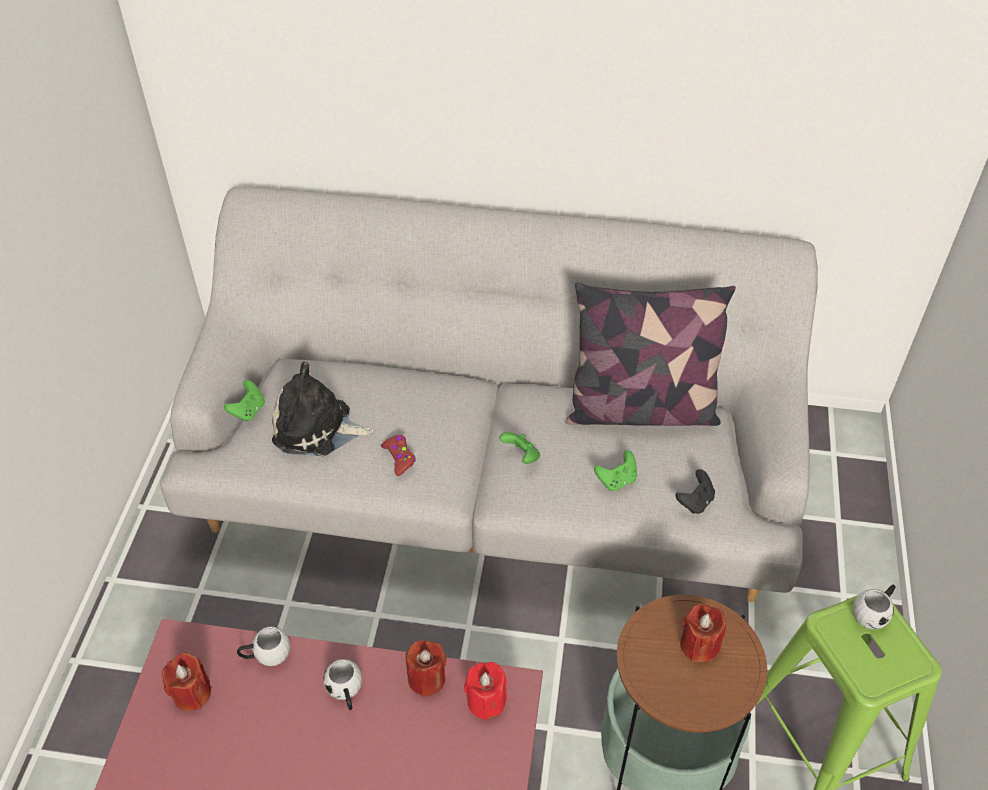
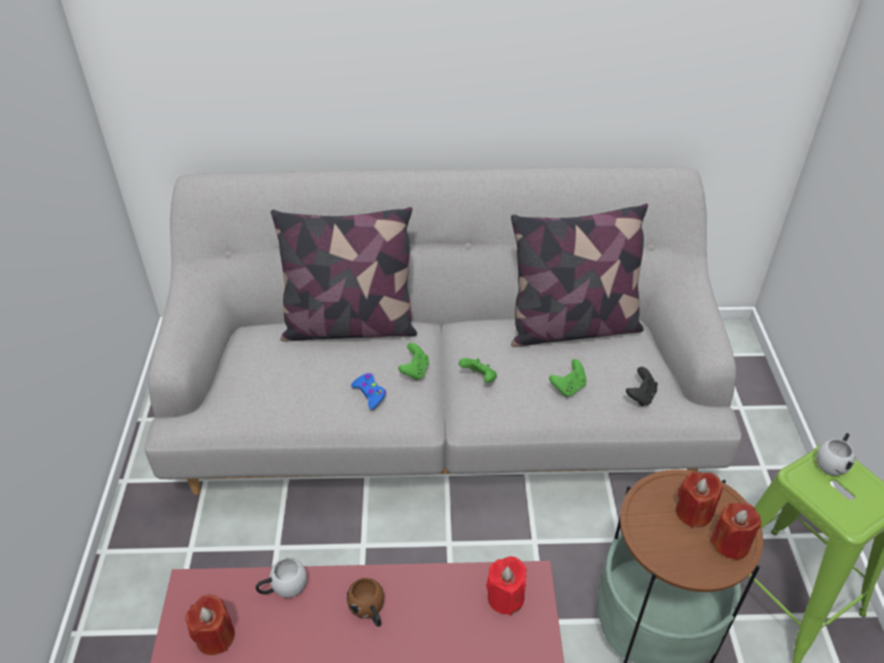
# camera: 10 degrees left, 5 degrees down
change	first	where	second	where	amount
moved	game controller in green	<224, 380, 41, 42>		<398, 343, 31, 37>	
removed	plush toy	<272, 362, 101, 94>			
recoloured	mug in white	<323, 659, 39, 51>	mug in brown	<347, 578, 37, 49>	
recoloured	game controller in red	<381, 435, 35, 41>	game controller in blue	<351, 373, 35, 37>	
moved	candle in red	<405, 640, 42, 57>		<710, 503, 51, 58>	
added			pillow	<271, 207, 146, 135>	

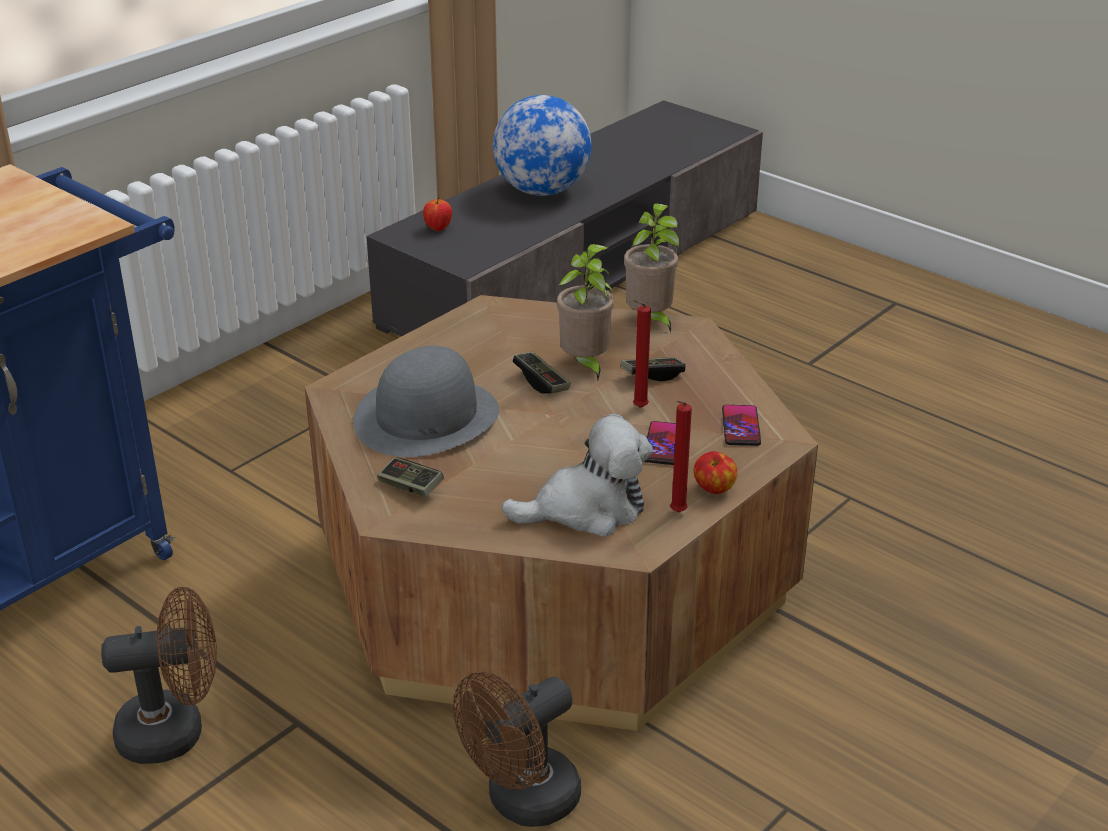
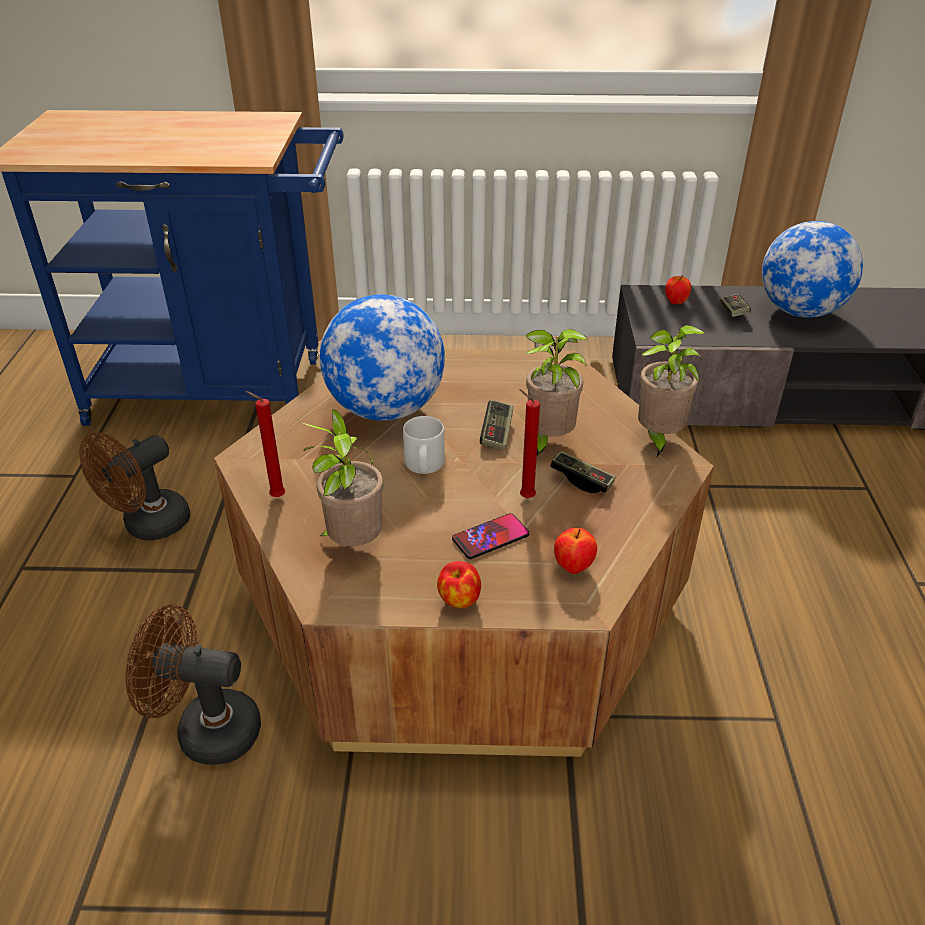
# camera: 50 degrees right, 5 degrees up
change	first	where	second	where	amount
turned	fan in brown	<101, 587, 116, 177>		<79, 432, 111, 109>	90 degrees clockwise
replaced	hat in grey	<354, 346, 145, 111>	globe	<320, 294, 125, 127>	
moved	game controller	<377, 457, 67, 40>		<720, 294, 31, 23>	
replaced	plush toy	<502, 414, 151, 123>	potted plant	<301, 409, 82, 137>	
moved	candle in red	<670, 401, 22, 111>		<245, 391, 40, 106>	
replaced	phone	<722, 405, 39, 41>	apple	<554, 528, 43, 46>	
added			mug in grey	<403, 416, 42, 58>	

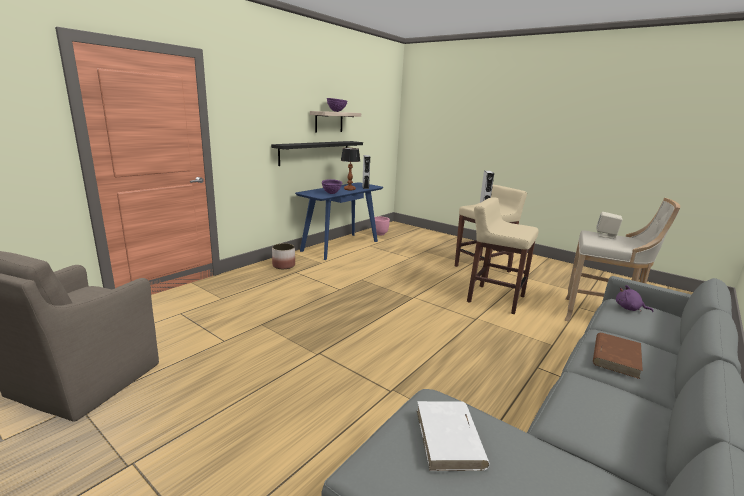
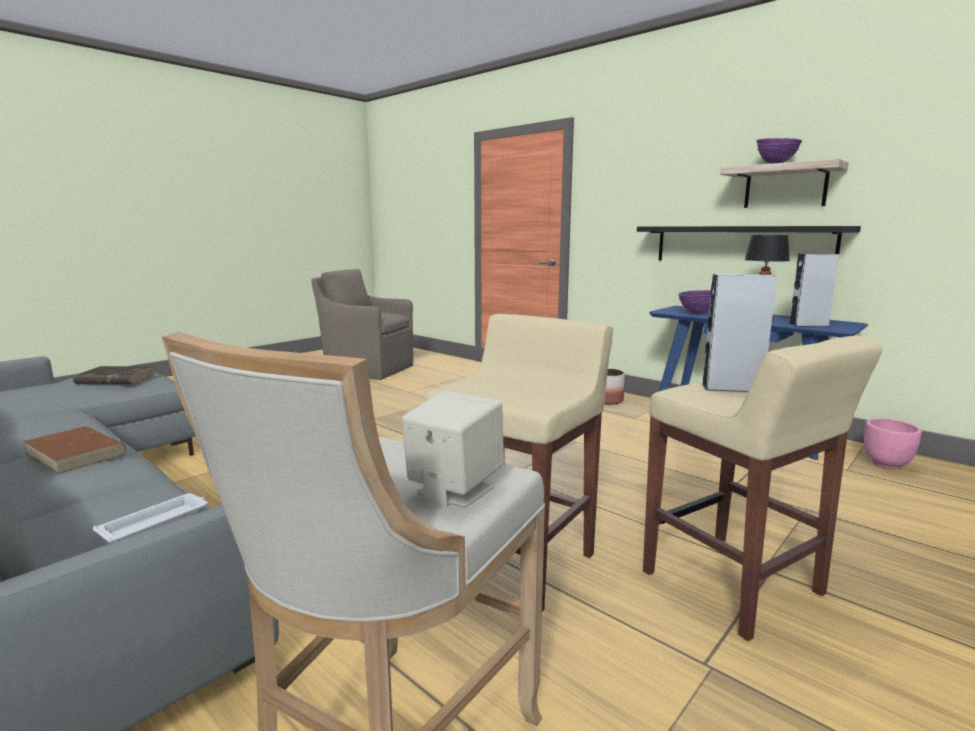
# camera: 95 degrees right, 5 degrees down
change	first	where	second	where	amount
recoloured	book in white	<417, 401, 73, 70>	book in brown	<73, 366, 80, 18>	
replaced	plush toy in purple	<616, 285, 38, 27>	tray in white	<93, 493, 115, 49>	

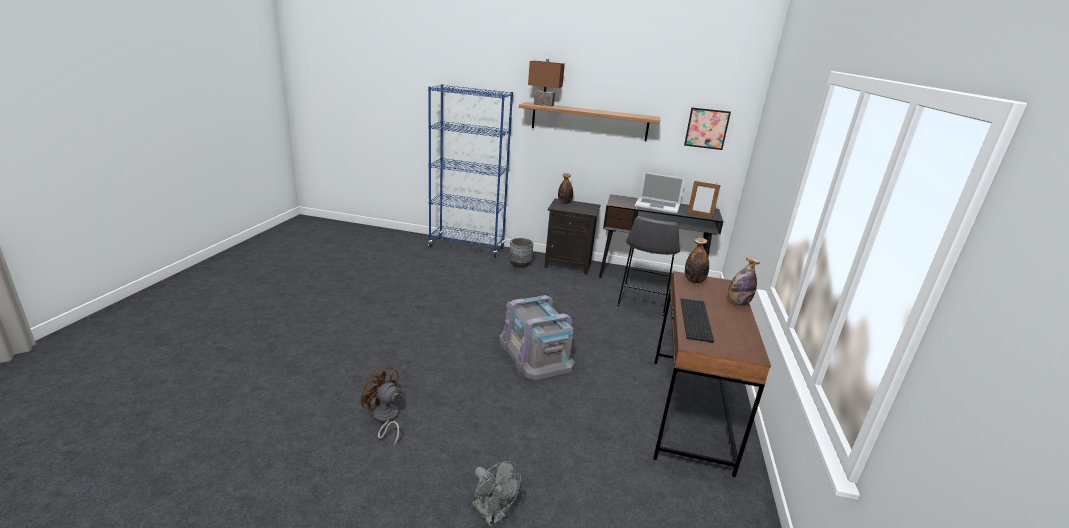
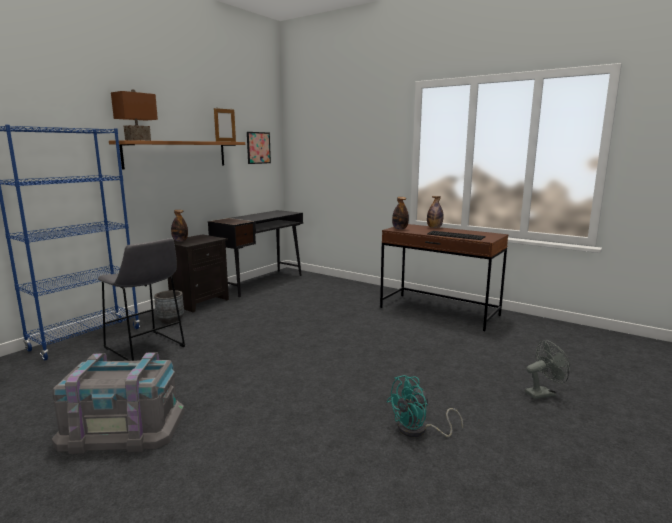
# camera: 65 degrees left, 10 degrees down
change	first	where	second	where	amount
recoloured	fan in brown	<361, 365, 39, 81>	fan in turquoise	<387, 375, 76, 62>	
moved	storage box in grey	<499, 295, 76, 85>		<52, 352, 133, 102>	
moved	stool in grey	<618, 217, 63, 99>		<98, 238, 87, 123>	
removed	laptop	<635, 172, 50, 41>			
moved	picture frame	<688, 181, 33, 37>		<214, 108, 22, 34>	

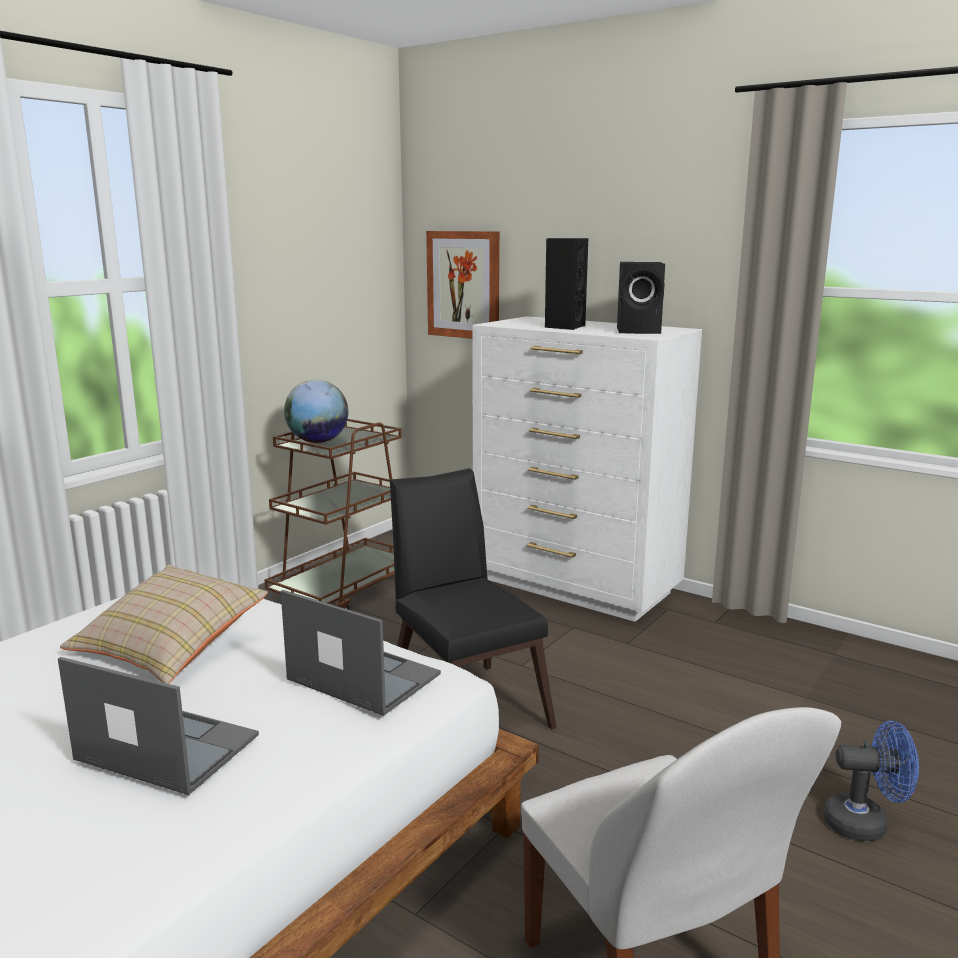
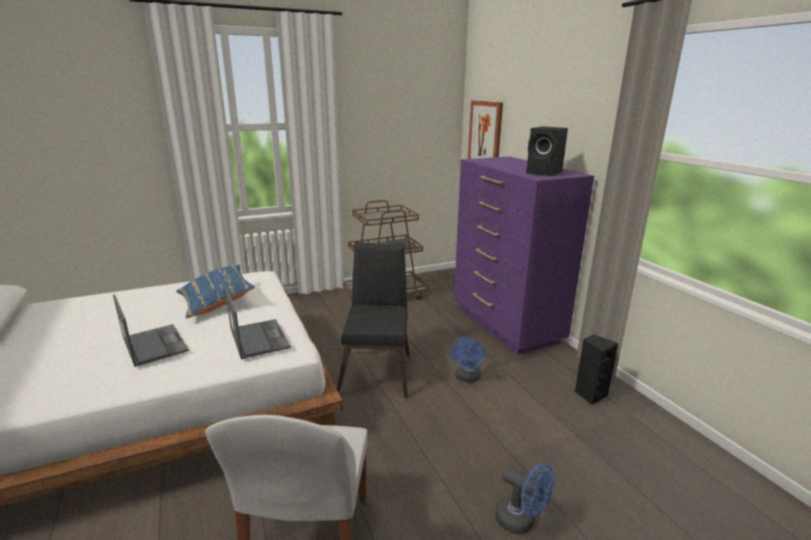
# camera: 30 degrees right, 5 degrees up
change	first	where	second	where	amount
recoloured	pillow in beige	<60, 564, 208, 120>	pillow in blue	<176, 265, 79, 53>	
removed	globe	<284, 380, 64, 63>			
recoloured	dresser in white	<472, 316, 230, 306>	dresser in purple	<454, 156, 140, 199>	
moved	speaker in black	<545, 238, 43, 92>		<575, 335, 43, 71>	
added			fan in blue	<450, 337, 35, 45>	

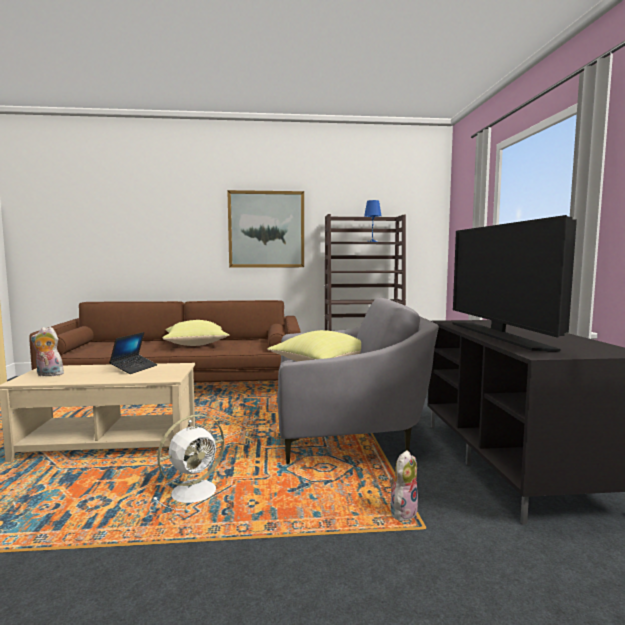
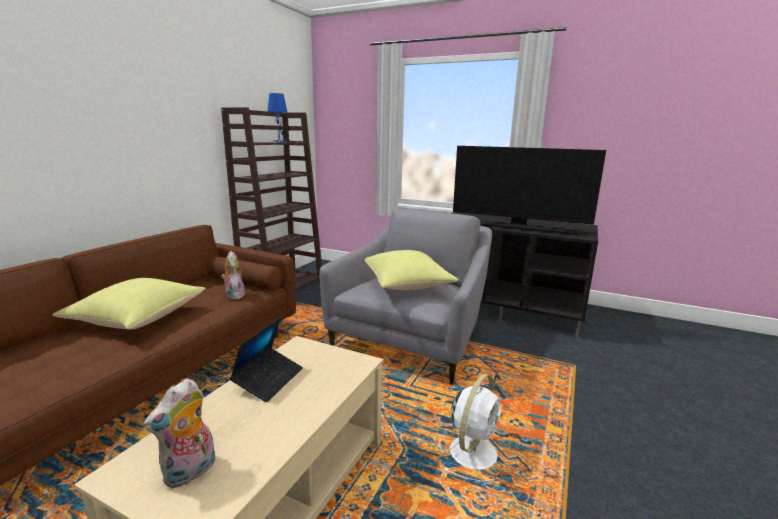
# camera: 60 degrees left, 10 degrees up
change	first	where	second	where	amount
turned	laptop	<109, 332, 48, 42>		<230, 318, 73, 84>	60 degrees clockwise
turned	fan in white	<153, 414, 71, 96>		<439, 373, 62, 109>	45 degrees clockwise
removed	picture	<227, 190, 77, 77>			
moved	plush toy	<389, 450, 29, 71>		<221, 251, 24, 48>	

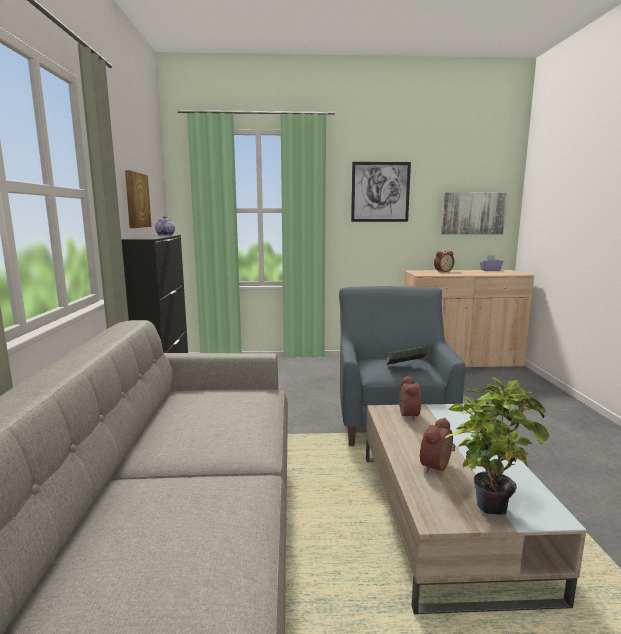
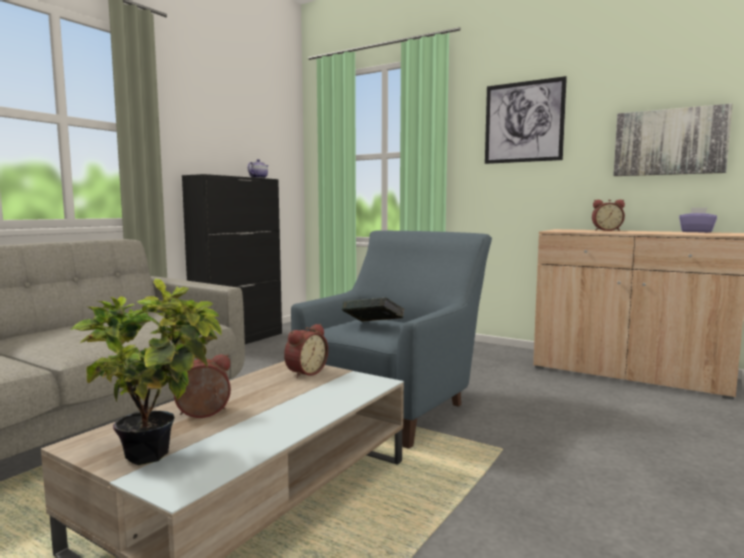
# camera: 35 degrees right, 5 degrees down
change	first	where	second	where	amount
removed	picture	<125, 170, 26, 58>			

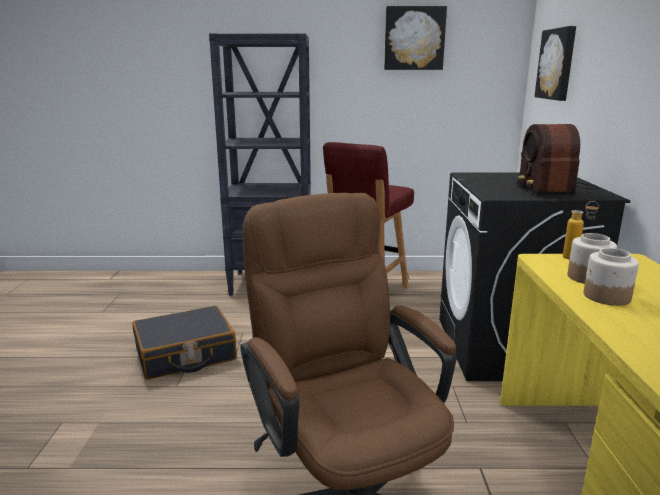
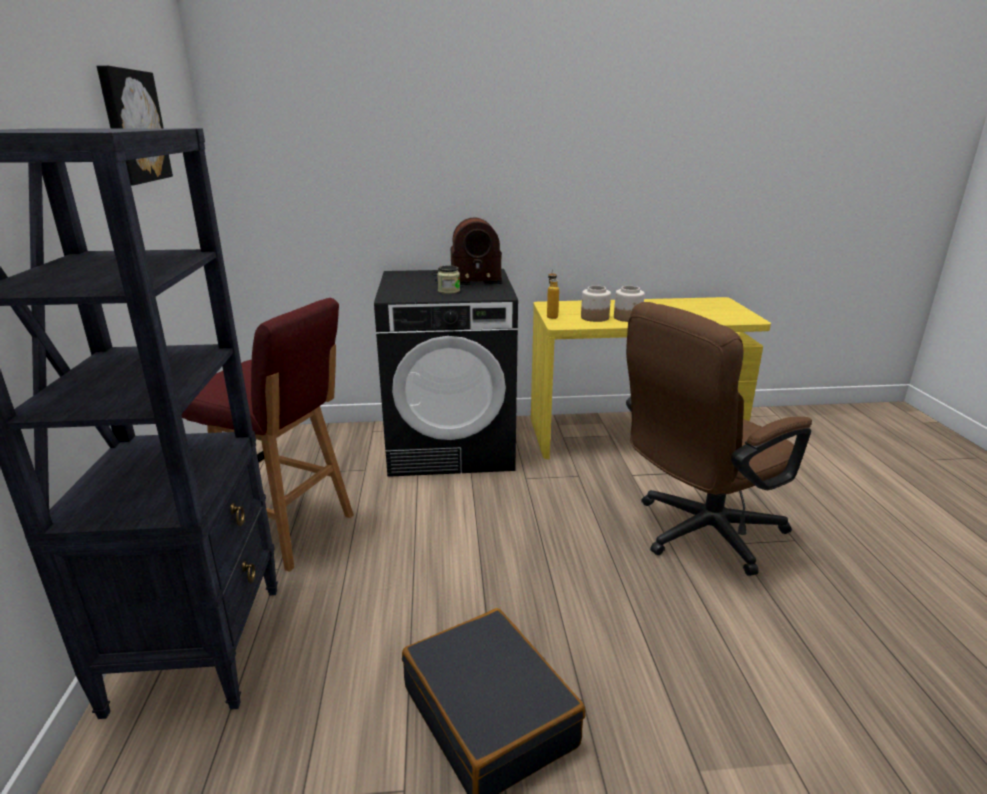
# camera: 95 degrees left, 5 degrees up
change	first	where	second	where	amount
removed	picture	<534, 26, 42, 75>			
added			jar	<437, 265, 23, 29>	

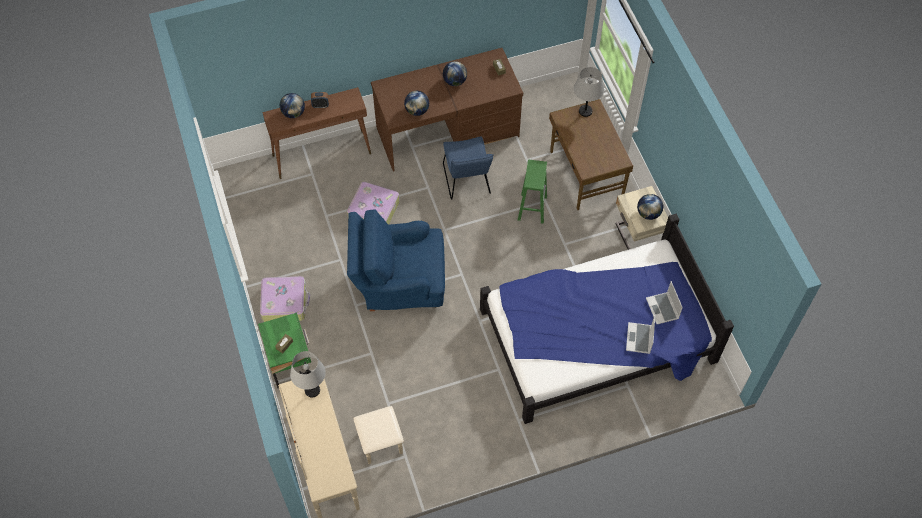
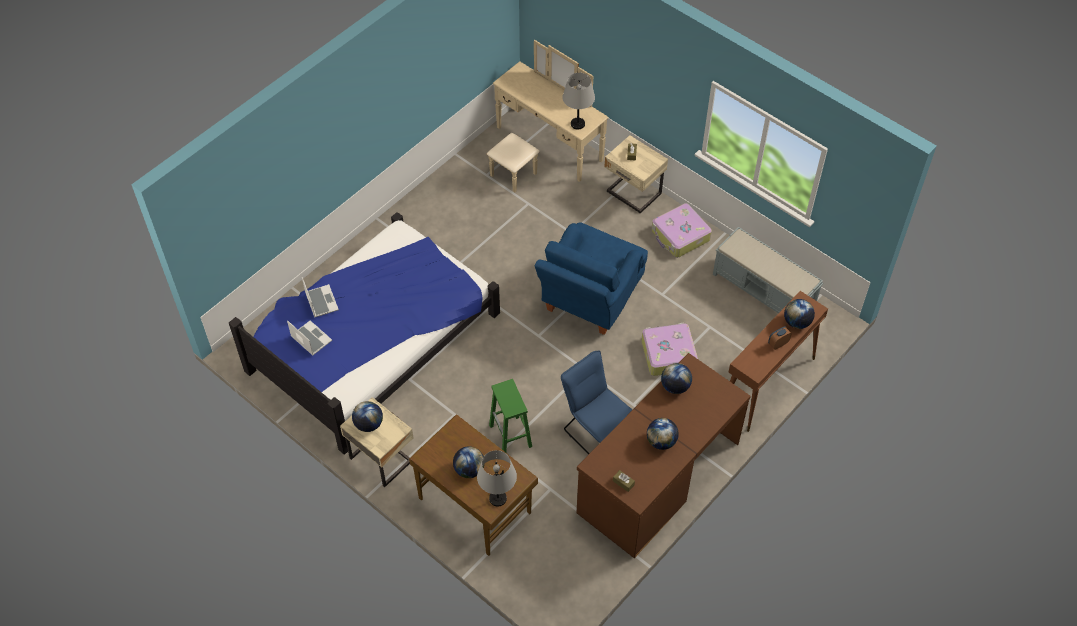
# camera: 150 degrees right, 5 degrees down
change	first	where	second	where	amount
recoloured	nightstand in green	<258, 313, 53, 75>	nightstand in beige	<604, 135, 64, 78>	
turned	armchair in blue	<347, 210, 98, 101>		<535, 222, 113, 113>	150 degrees clockwise
added			globe	<453, 446, 32, 32>	
added			bench in grey	<713, 227, 110, 86>	

